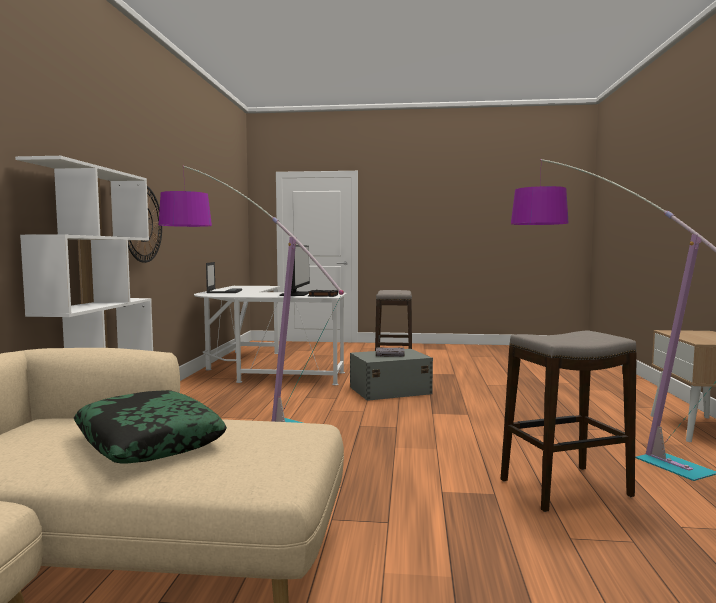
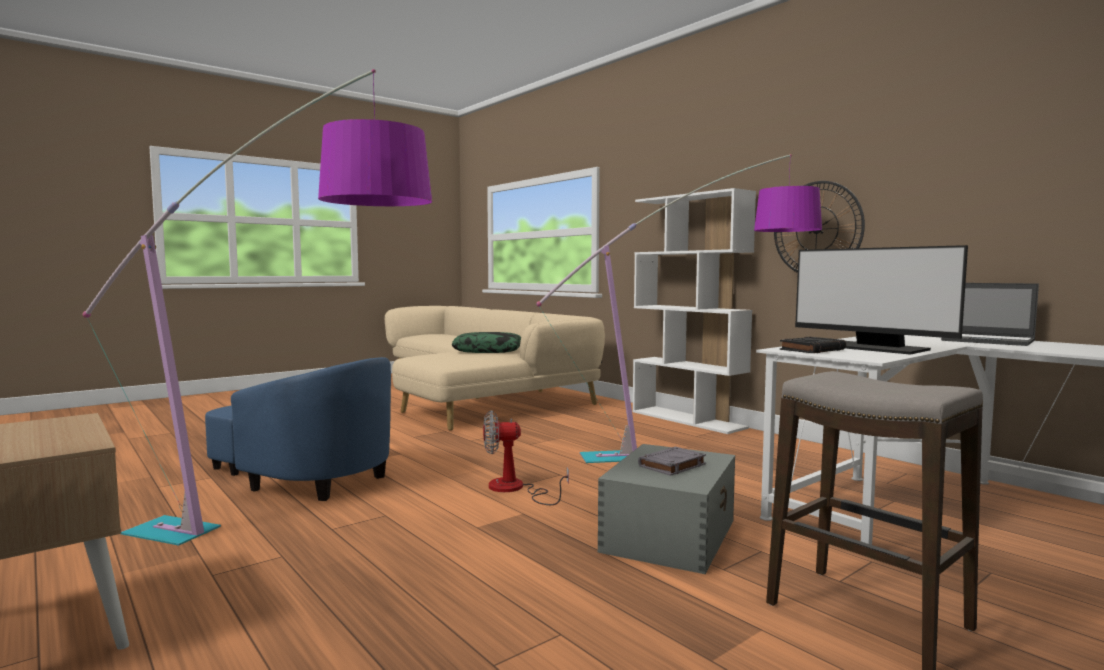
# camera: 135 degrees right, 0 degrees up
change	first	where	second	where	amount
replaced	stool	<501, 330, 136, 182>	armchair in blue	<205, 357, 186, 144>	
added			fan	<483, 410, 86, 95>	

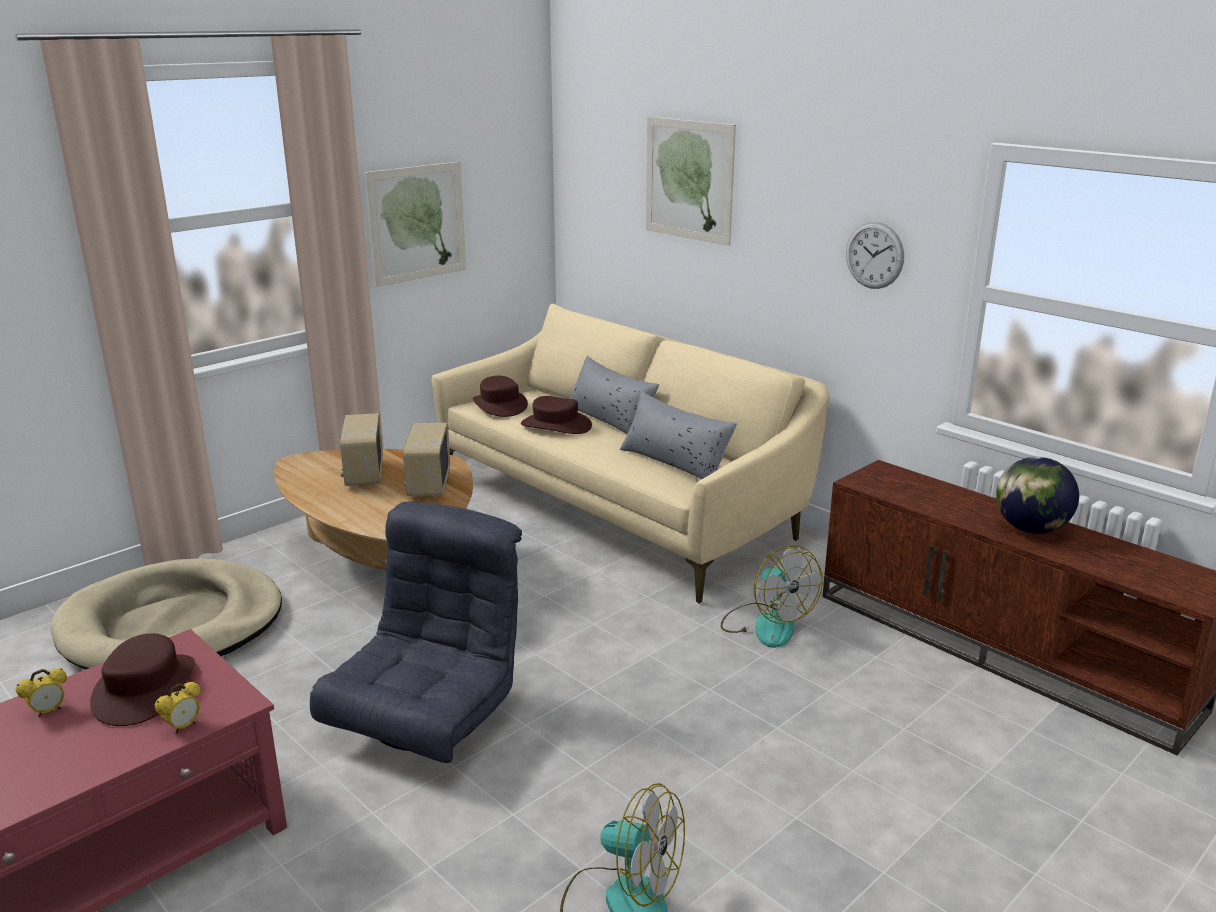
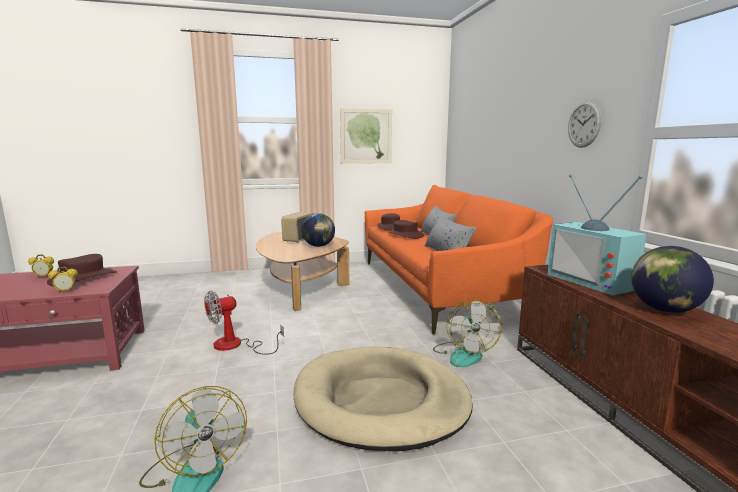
# camera: 30 degrees right, 10 degrees down
change	first	where	second	where	amount
moved	dog bed in beige	<51, 558, 231, 111>		<294, 347, 179, 105>	
replaced	armchair in grey	<310, 502, 212, 261>	fan	<204, 291, 80, 64>	
replaced	radio	<403, 423, 47, 74>	globe	<301, 213, 34, 34>	
recoloured	sofa in beige	<431, 304, 398, 300>	sofa in orange	<365, 185, 188, 150>	
removed	picture	<646, 117, 90, 129>			
added			television	<548, 174, 99, 122>	

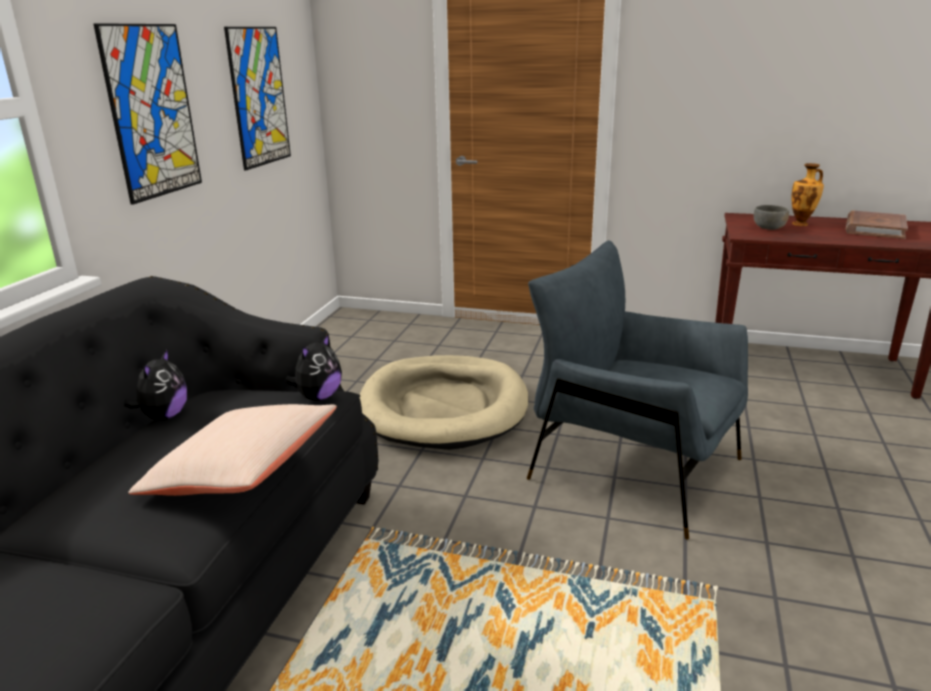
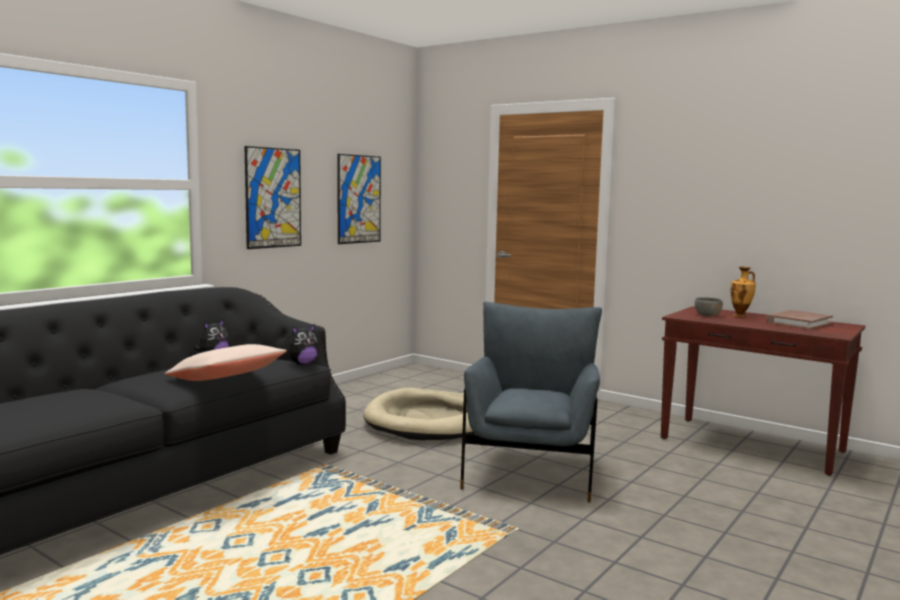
# camera: 20 degrees right, 15 degrees down
change	first	where	second	where	amount
turned	armchair in grey	<527, 240, 221, 300>		<460, 302, 142, 201>	45 degrees clockwise

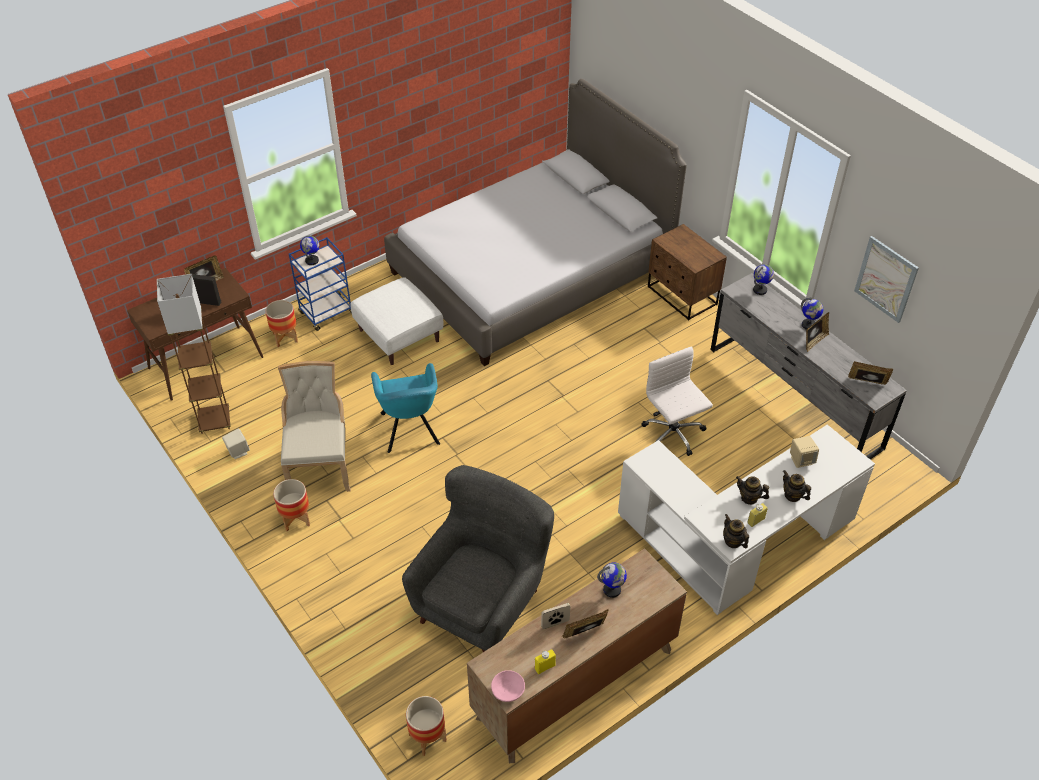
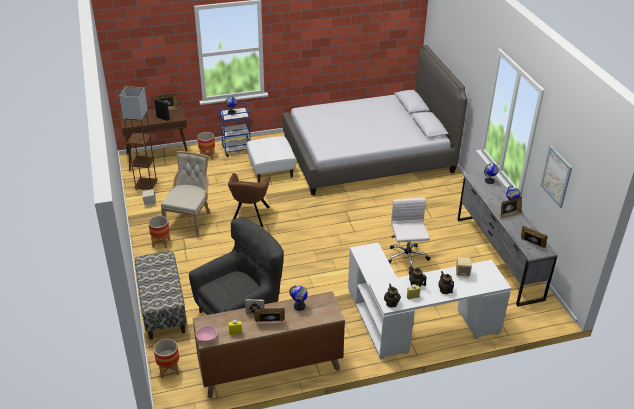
# camera: 20 degrees right, 10 degrees down
change	first	where	second	where	amount
recoloured	armchair in turquoise	<371, 363, 69, 90>	armchair in brown	<228, 173, 42, 55>	
removed	nightstand in brown	<648, 224, 79, 97>			
added			bench	<135, 251, 52, 89>	

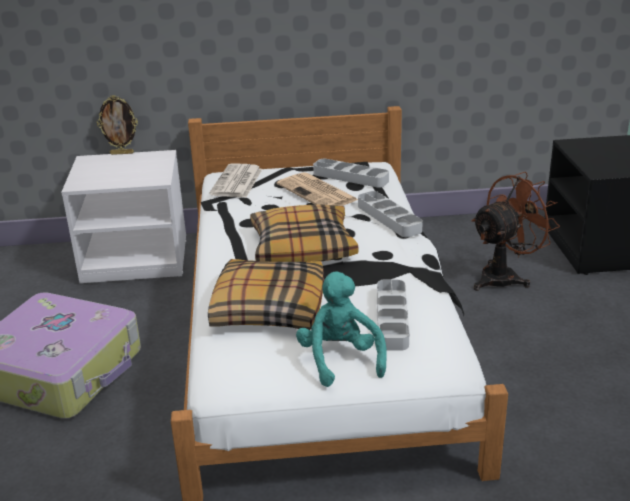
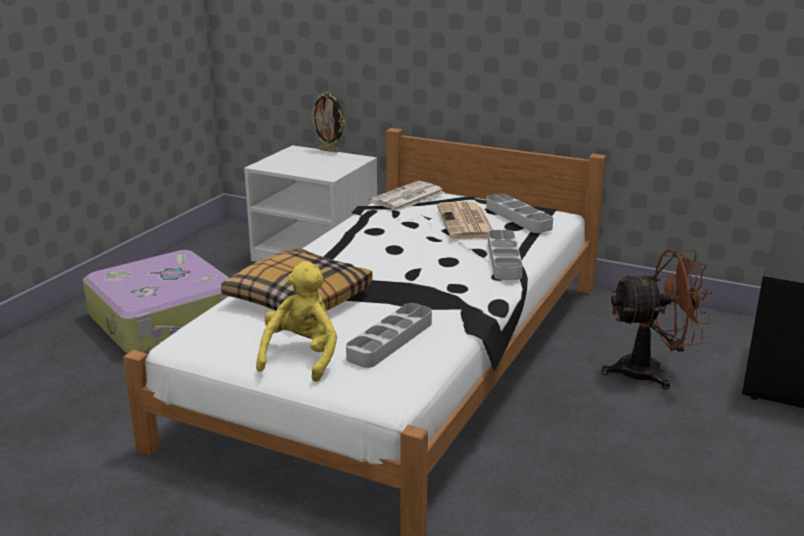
# camera: 30 degrees right, 5 degrees down
change	first	where	second	where	amount
removed	pillow	<250, 204, 108, 58>			
recoloured	plush toy in turquoise	<296, 271, 91, 116>	plush toy in yellow	<256, 261, 81, 121>	

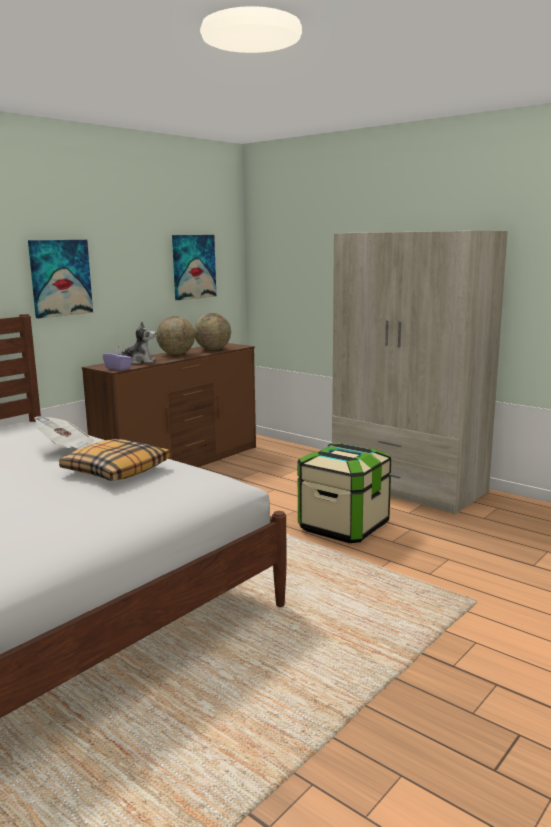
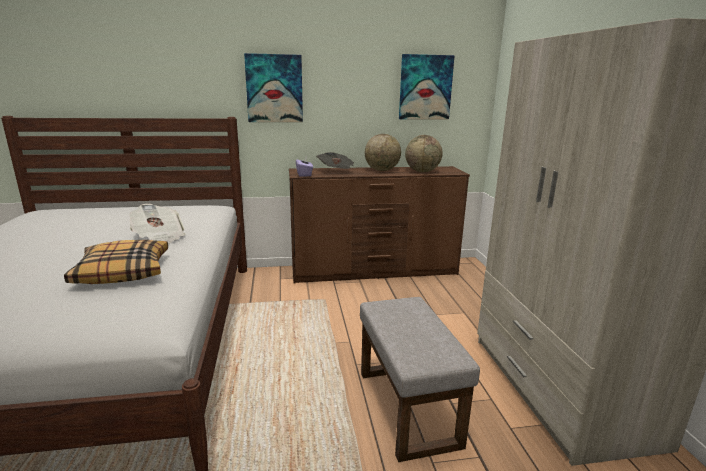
# camera: 40 degrees right, 5 degrees up
change	first	where	second	where	amount
replaced	plush toy	<118, 322, 38, 42>	newspaper	<316, 152, 38, 17>	
replaced	storage box	<298, 443, 93, 100>	ottoman in grey	<360, 297, 120, 165>	

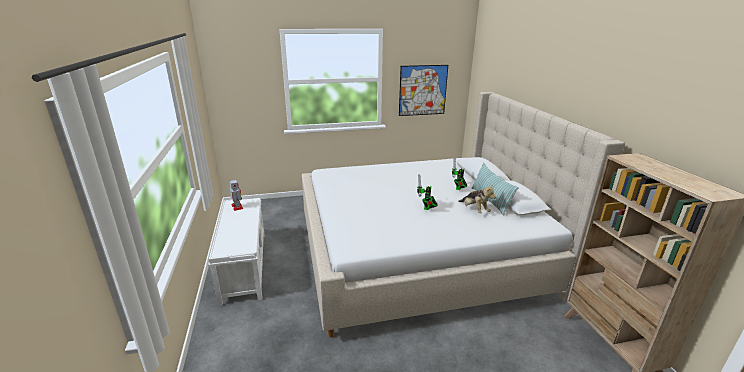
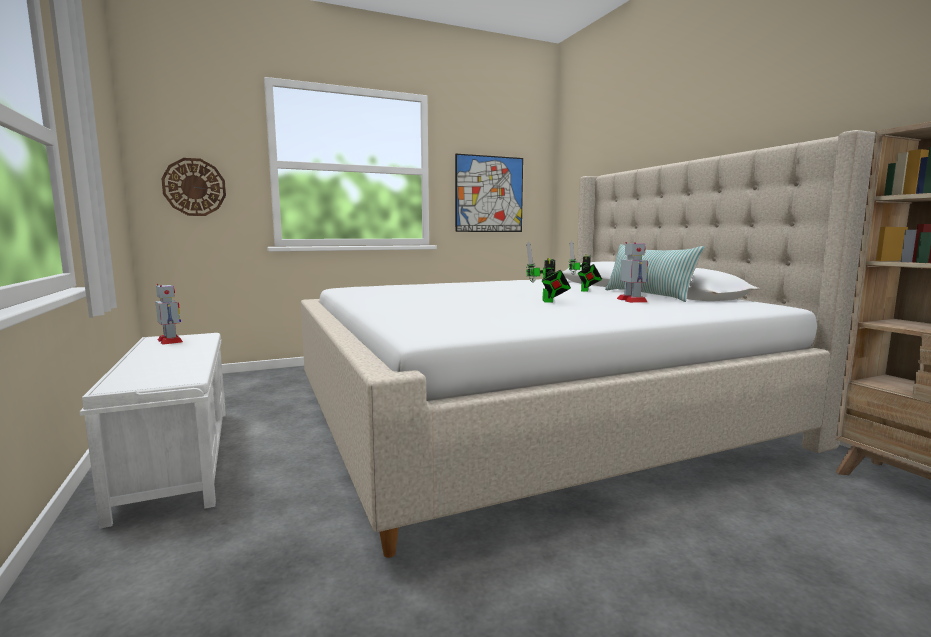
# camera: 10 degrees left, 15 degrees down
change	first	where	second	where	amount
replaced	plush toy	<458, 184, 38, 29>	toy robot	<617, 242, 31, 61>	
added			wall clock	<161, 158, 65, 58>	

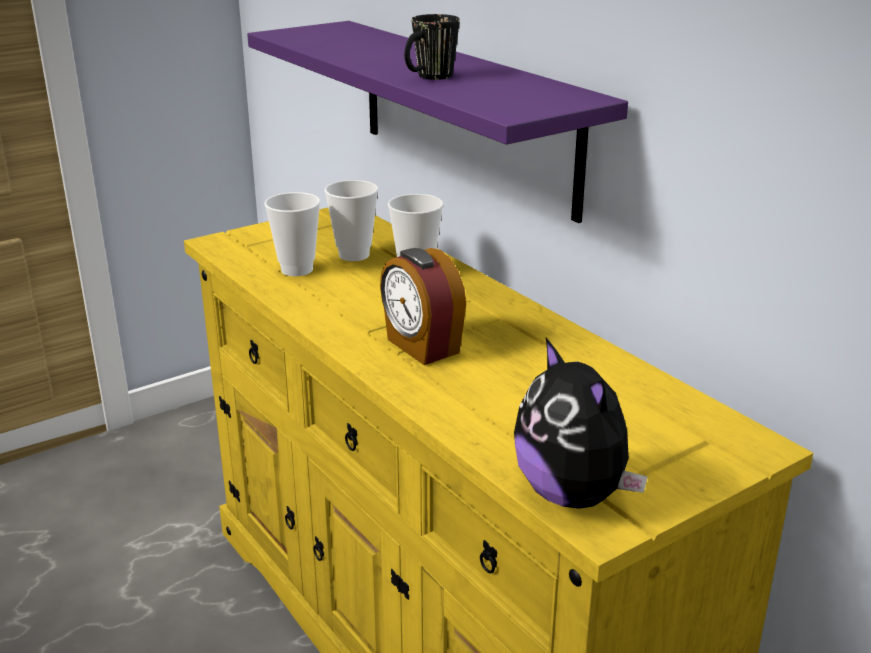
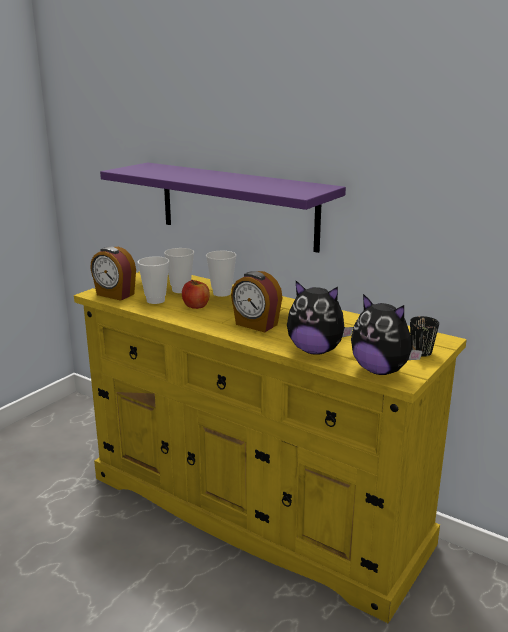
# camera: 20 degrees left, 5 degrees down
change	first	where	second	where	amount
moved	mug in black	<404, 14, 56, 66>		<410, 316, 29, 40>	
added			alarm clock	<90, 246, 46, 55>	
added			apple	<182, 280, 27, 29>	
added			plush toy	<287, 281, 66, 74>	

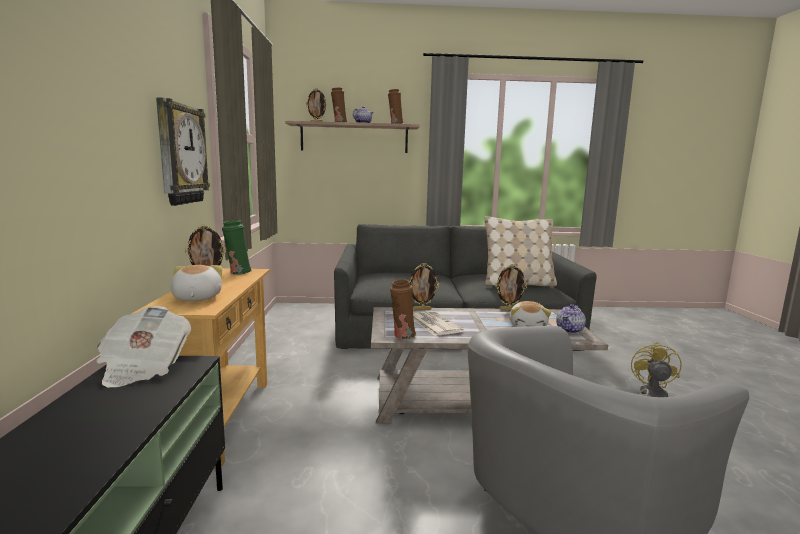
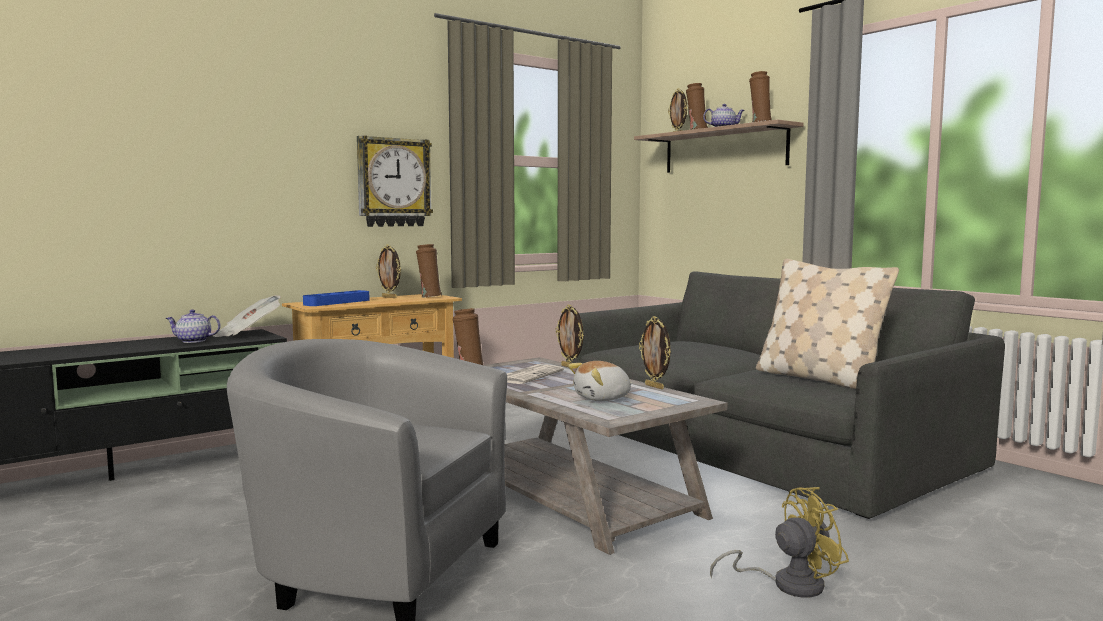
# camera: 55 degrees right, 5 degrees down
change	first	where	second	where	amount
replaced	plush toy	<171, 265, 51, 36>	tray in blue	<303, 290, 67, 16>	
recoloured	vase in green	<222, 220, 30, 55>	vase in brown	<416, 244, 26, 54>	
moved	teapot	<556, 304, 30, 29>		<166, 309, 54, 34>	

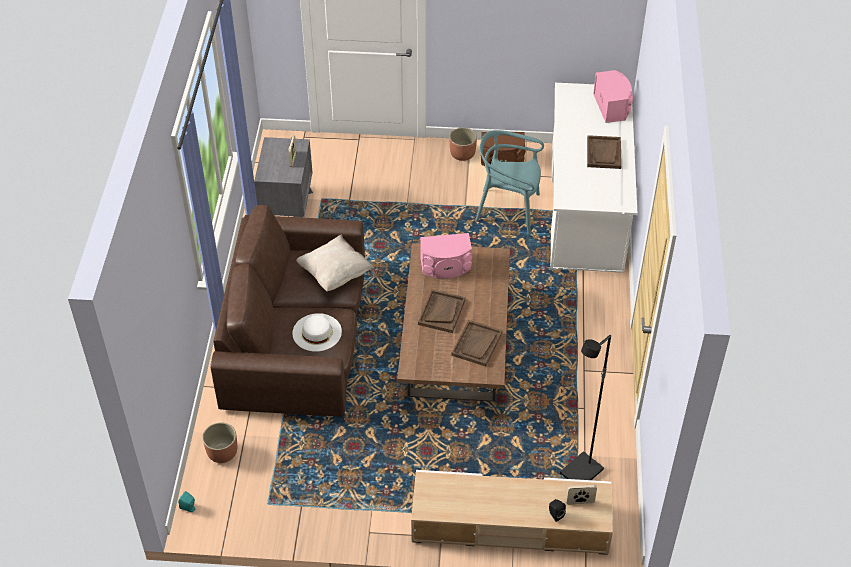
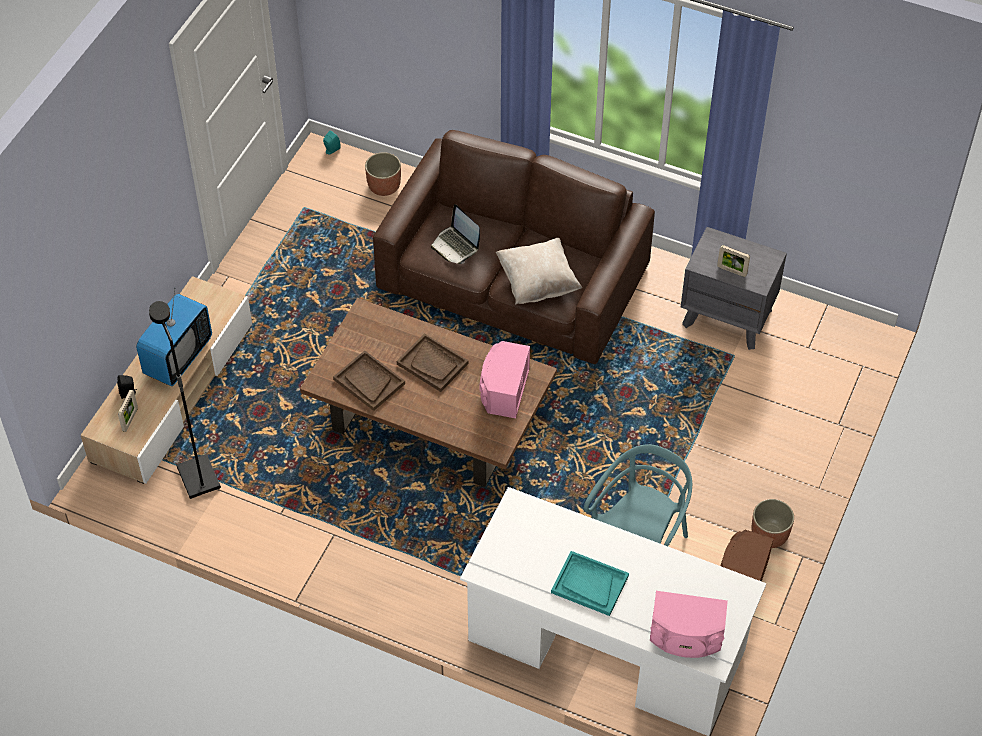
# camera: 110 degrees right, 5 degrees up
change	first	where	second	where	amount
replaced	hat in white	<292, 313, 50, 39>	laptop	<431, 204, 49, 60>	
recoloured	tray in brown	<587, 135, 35, 34>	tray in turquoise	<551, 551, 78, 65>	
added			television	<136, 290, 76, 96>	

